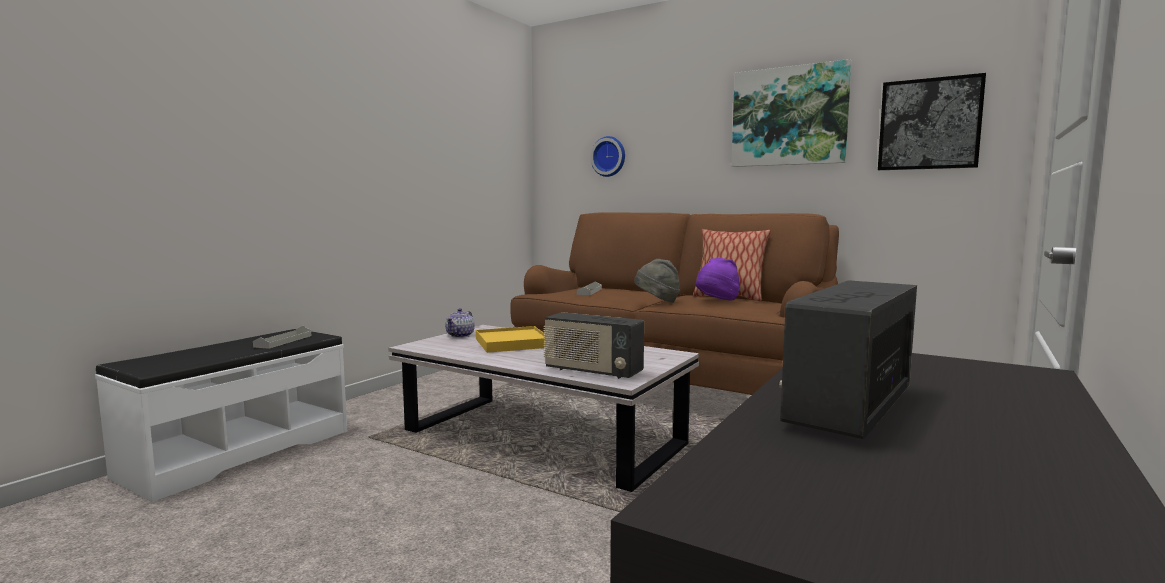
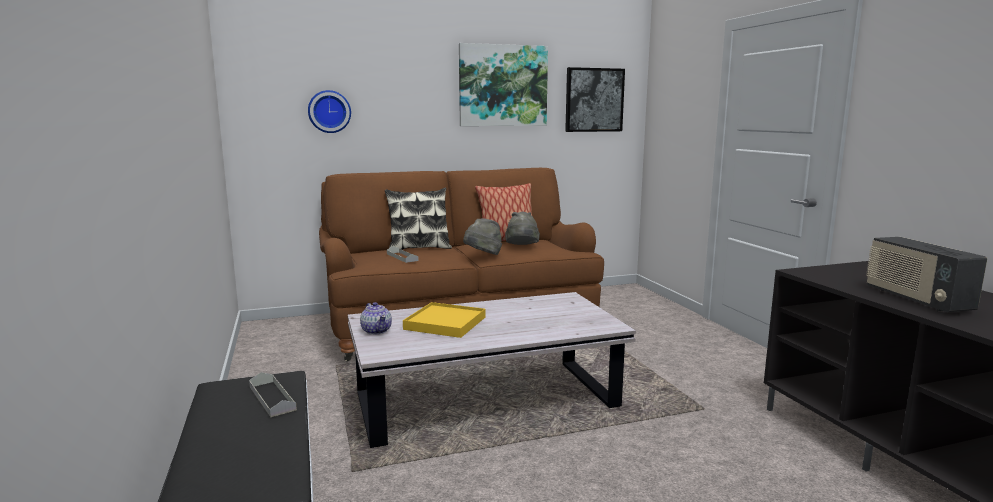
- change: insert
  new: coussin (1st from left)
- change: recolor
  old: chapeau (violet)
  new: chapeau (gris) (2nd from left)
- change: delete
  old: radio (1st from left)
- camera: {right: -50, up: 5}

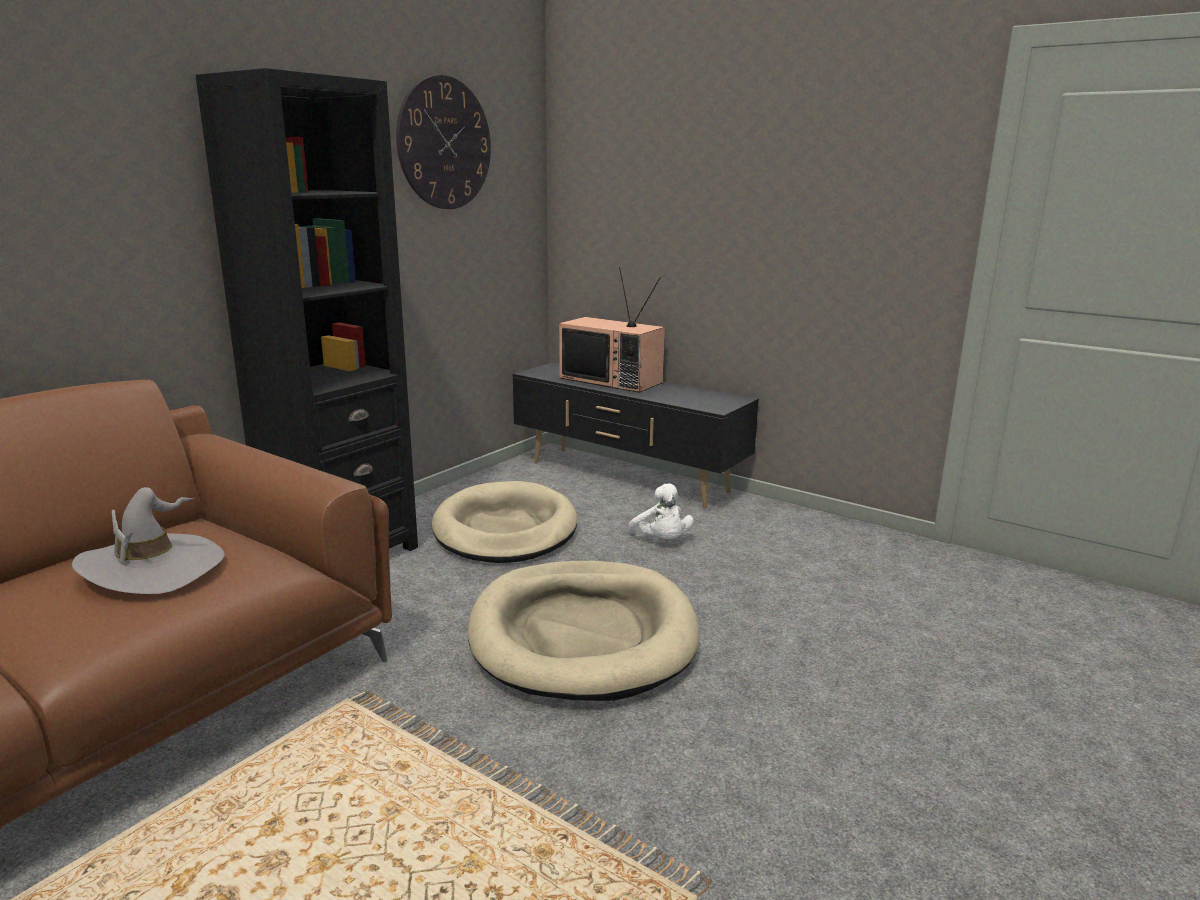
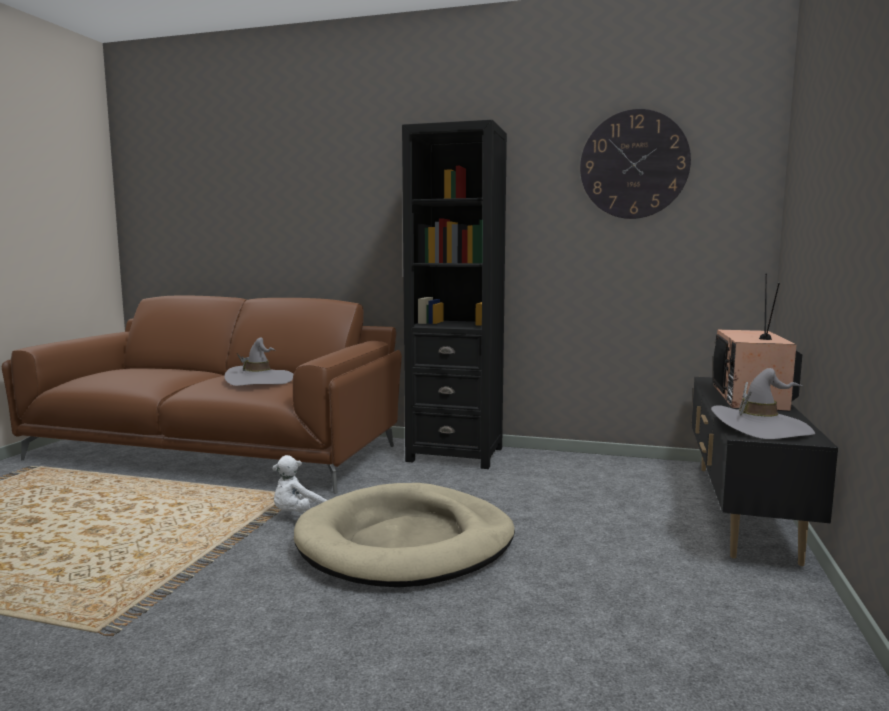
- change: move
  old: peluche (blanc)
- change: insert
  new: chapeau (gris) (2nd from left)
- change: delete
  old: panier pour chien (beige) (1st from left)
- camera: {right: 70, up: -10}

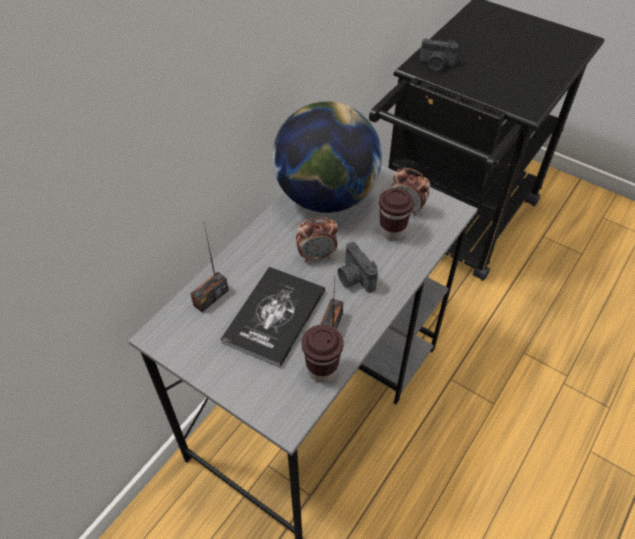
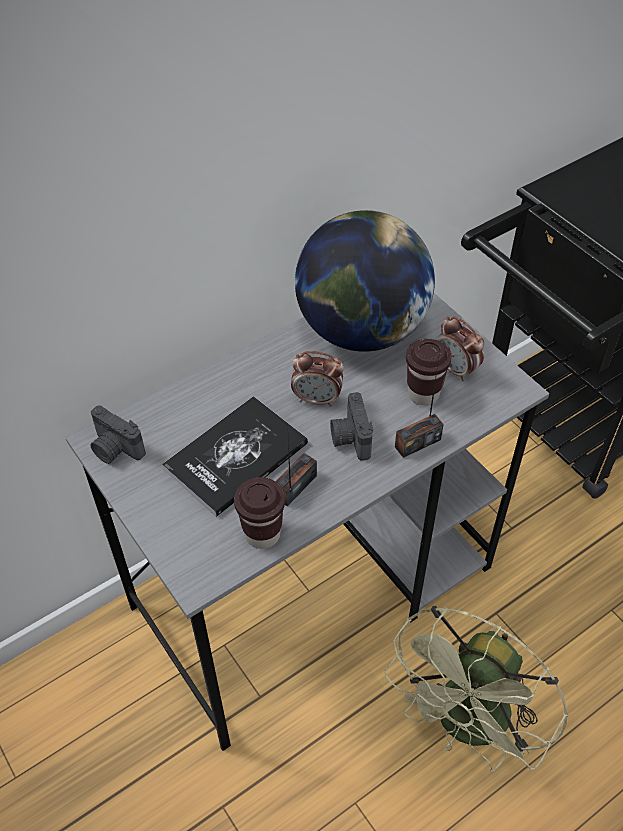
- change: move
  old: appareil photo (2nd from left in the first image)
  new: appareil photo (1st from left)
- change: insert
  new: ventilateur (vert)
- change: move
  old: radio (1st from left in the first image)
  new: radio (2nd from left)
- camera: {right: 20, up: 0}

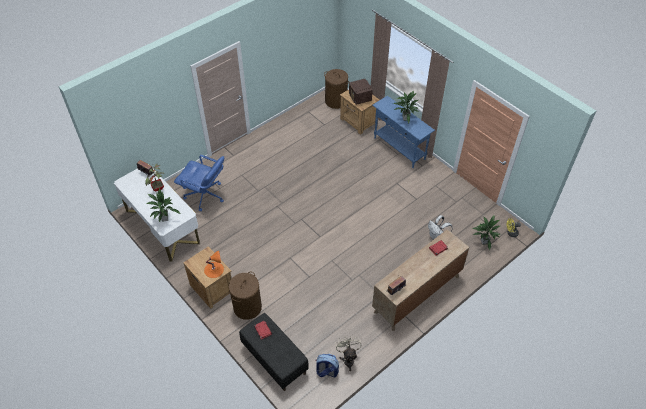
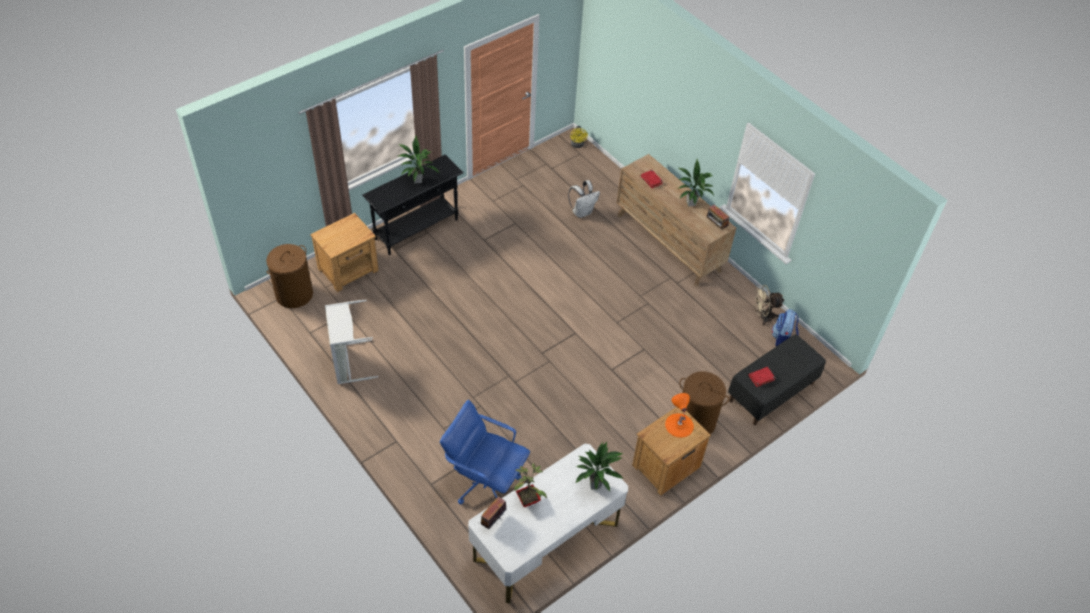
- change: insert
  new: panier à linge (gris)
- change: recolor
  old: table console (bleu)
  new: table console (noir)
- change: rotate
  old: chaise de bureau (bleu)
  degrees: -90
- change: move
  old: plante en pot (4th from left)
- change: delete
  old: radio (2nd from left)
- camera: {right: -90, up: 0}

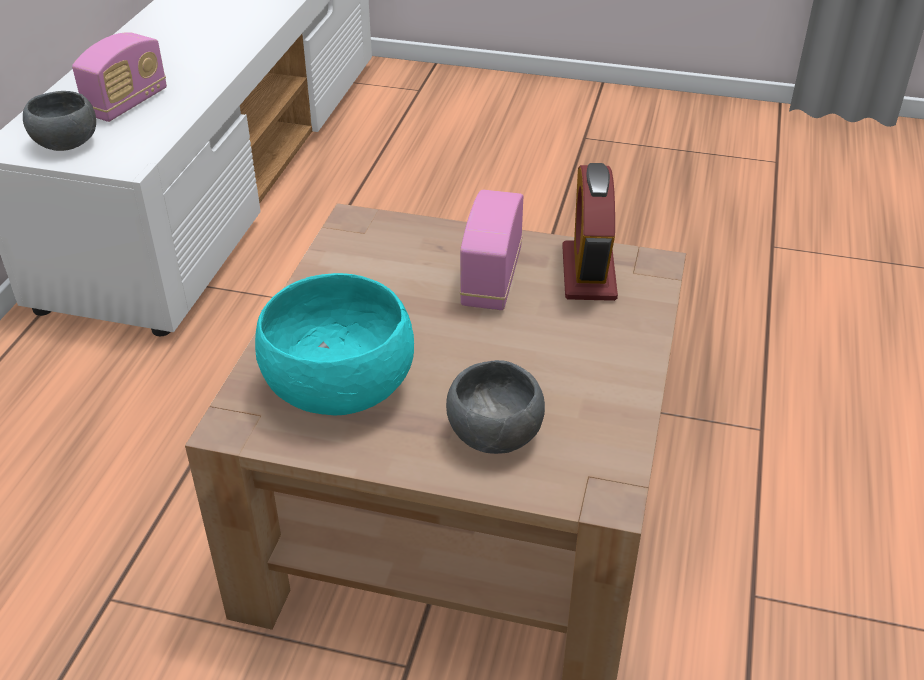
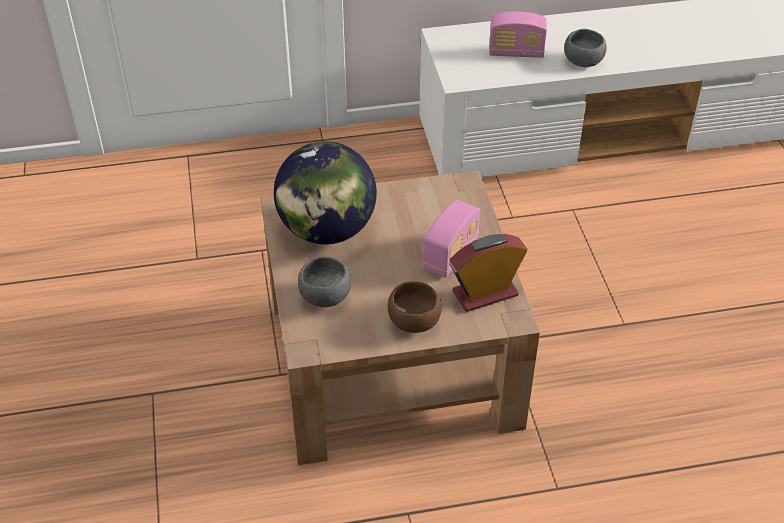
- change: replace
  old: bol (turquoise)
  new: globe
- change: insert
  new: bol (marron)
- change: rotate
  old: radio (2nd from left in the first image)
  degrees: 135
- change: move
  old: bol (gris) (1st from left in the first image)
  new: bol (gris) (2nd from left)
- camera: {right: 65, up: 5}

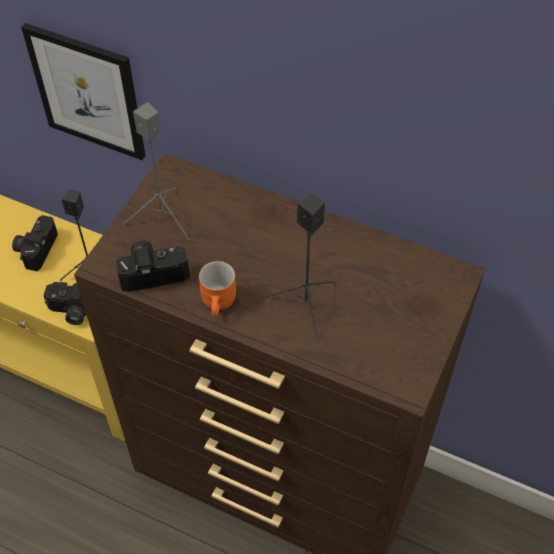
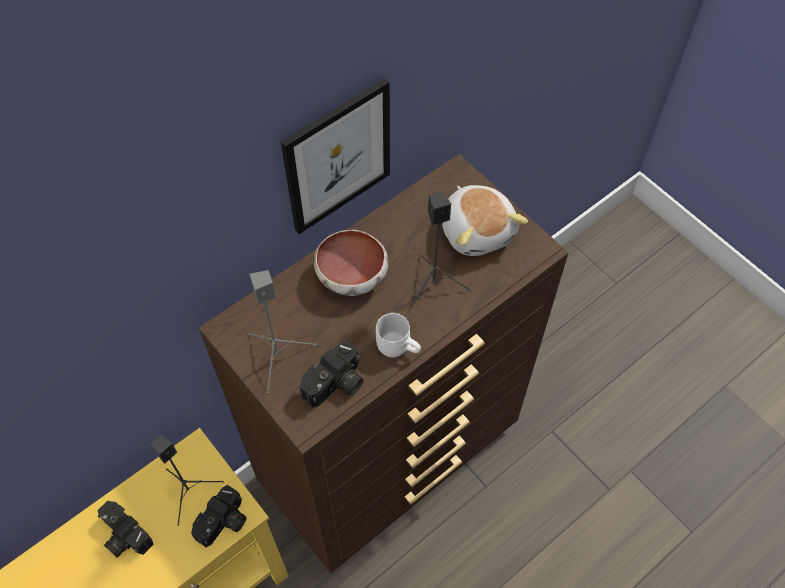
- change: move
  old: tableau
- change: rotate
  old: appareil photo (3rd from left)
  degrees: -150
- change: insert
  new: bol
- change: recolor
  old: mug (orange)
  new: mug (blanc)
- change: insert
  new: peluche
- camera: {right: -65, up: 5}

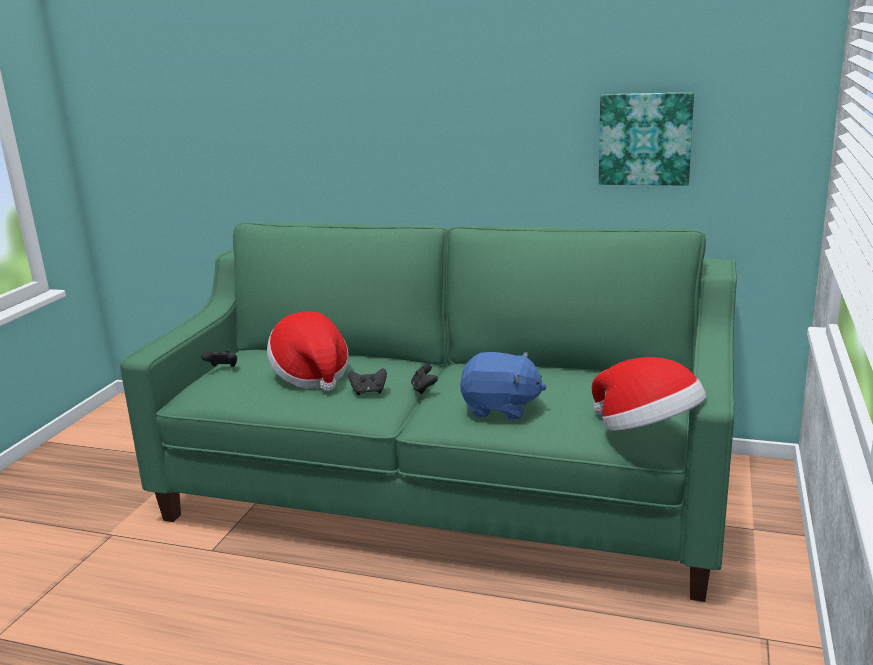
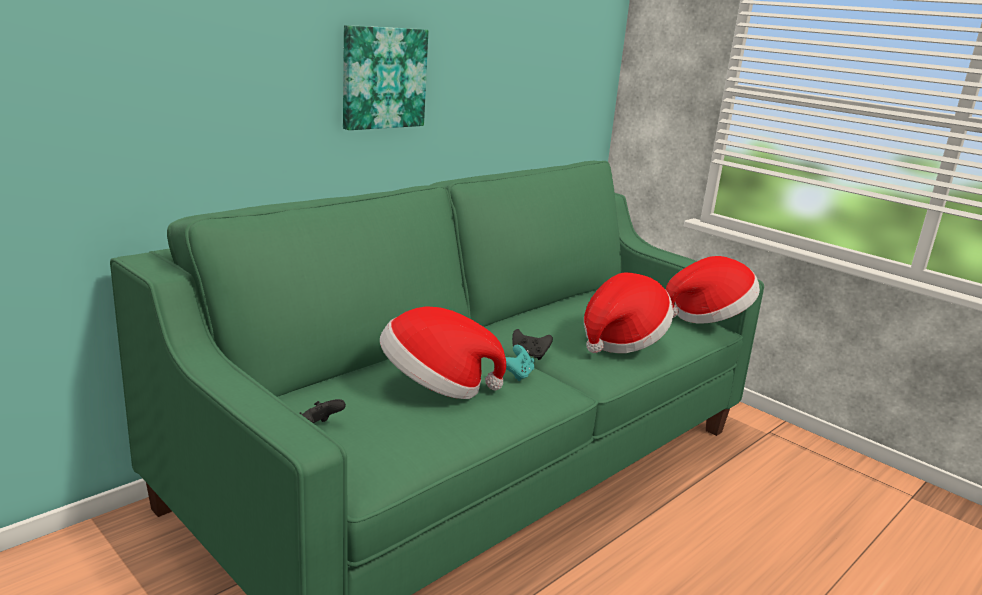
- change: move
  old: tableau
- change: recolor
  old: manette (noir) (2nd from left)
  new: manette (turquoise)
- change: replace
  old: peluche (bleu)
  new: chapeau (2nd from left)
- camera: {right: -65, up: 0}

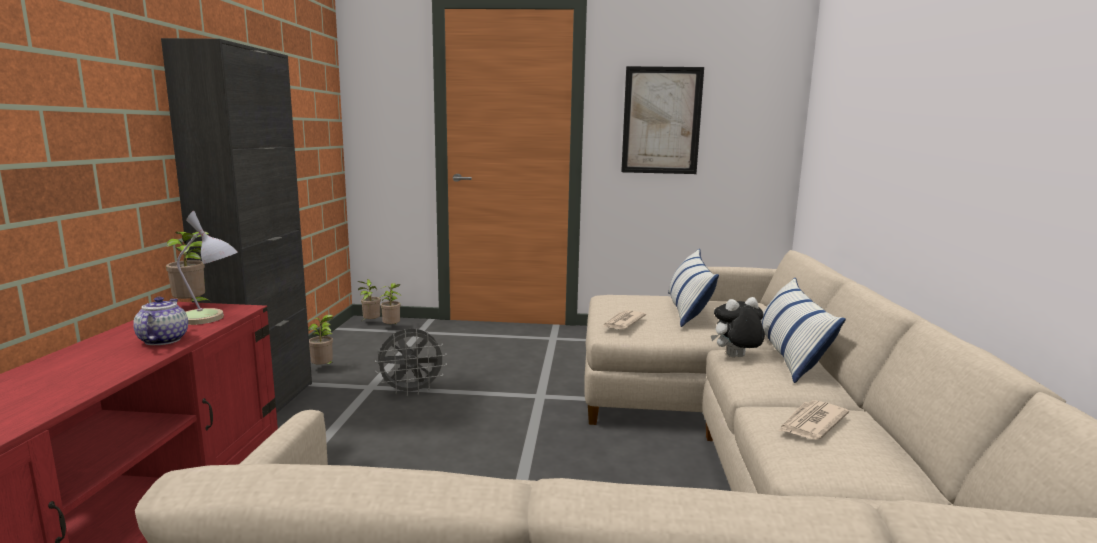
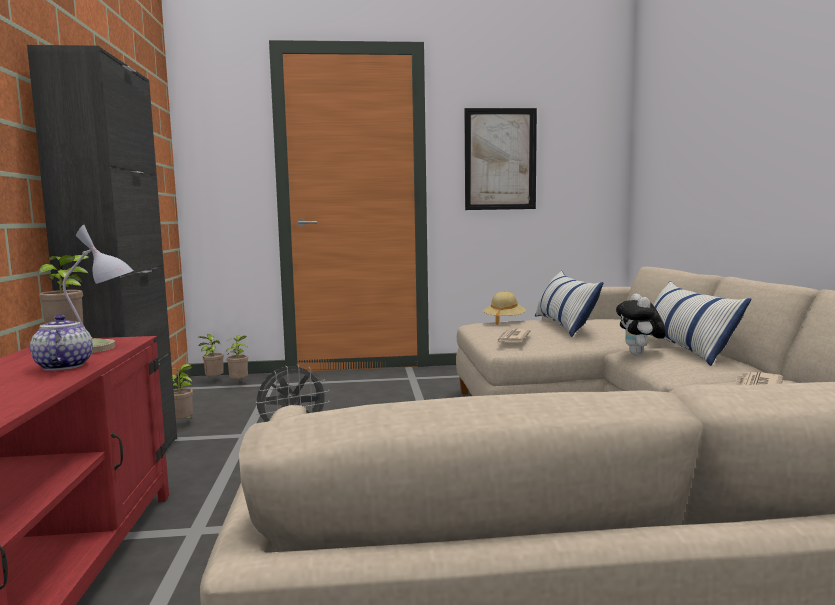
- change: insert
  new: chapeau (beige)
- change: rotate
  old: peluche
  degrees: -60
- camera: {right: -10, up: -5}

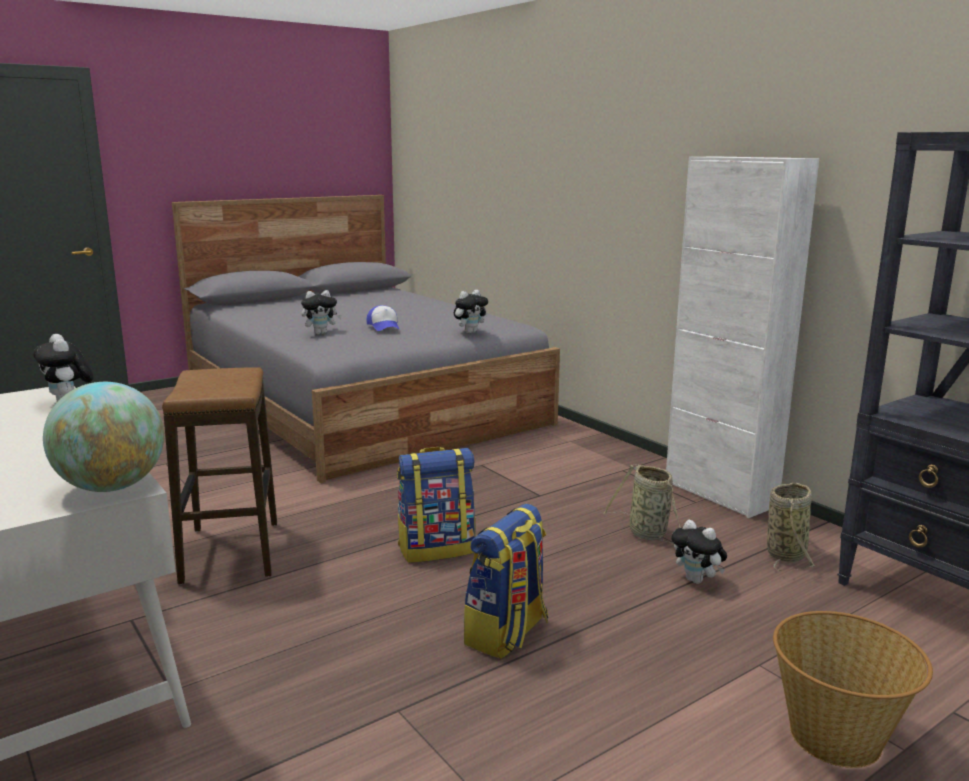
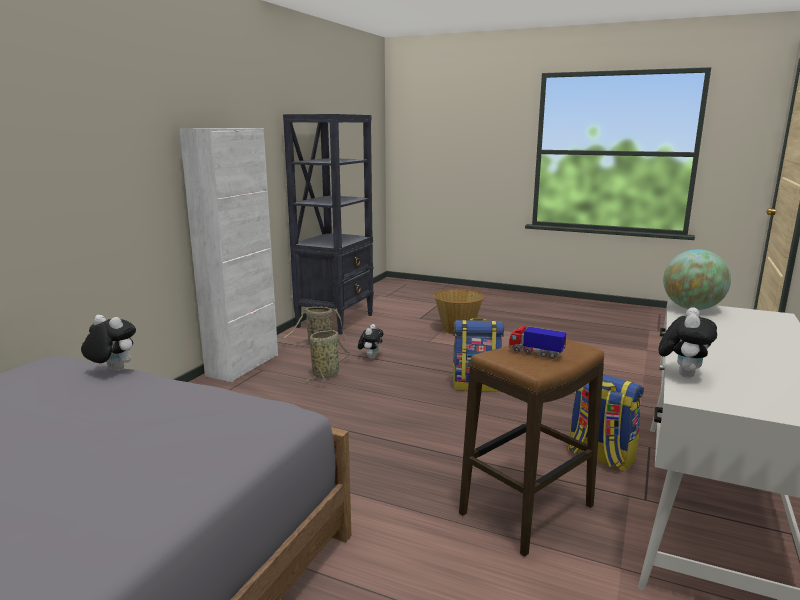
- change: insert
  new: camion jouet
- change: move
  old: sac à dos (1st from left in the first image)
  new: sac à dos (2nd from left)
- change: delete
  old: peluche (2nd from left)
- change: delete
  old: casquette
- camera: {right: -120, up: 0}

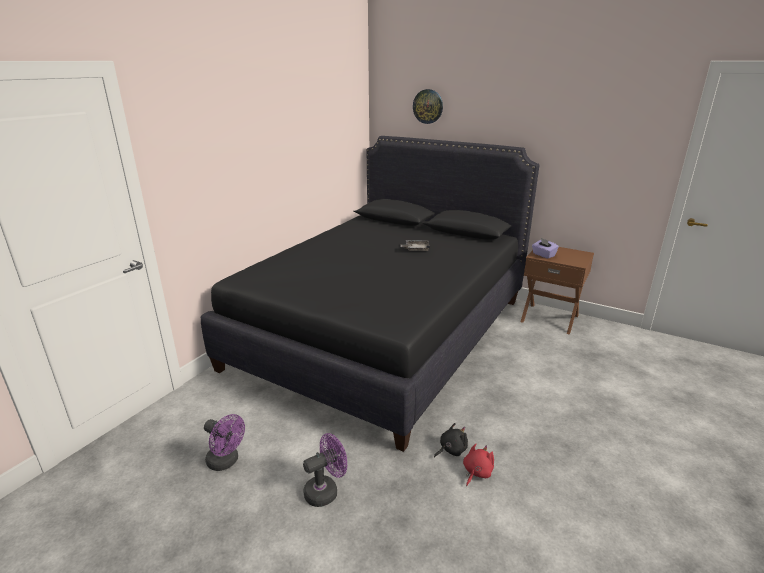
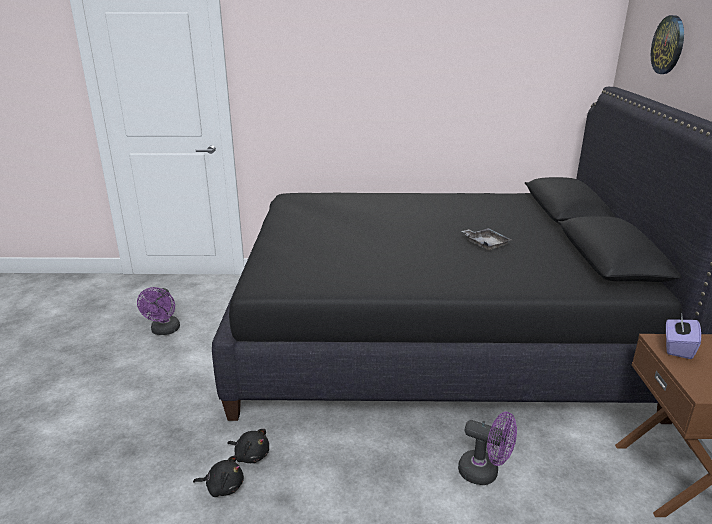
- change: recolor
  old: peluche (rouge)
  new: peluche (noir) (1st from left)
- change: move
  old: ventilateur (violet) (2nd from left)
- camera: {right: 60, up: 0}

